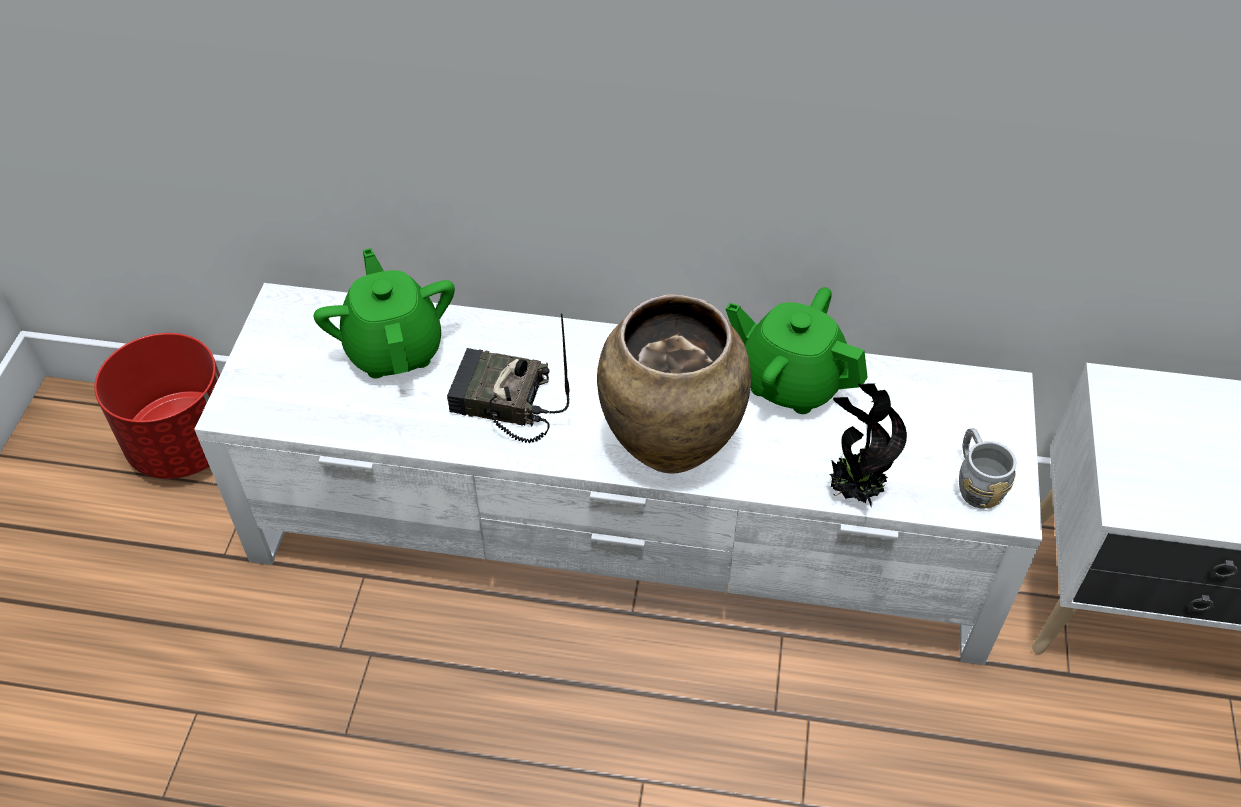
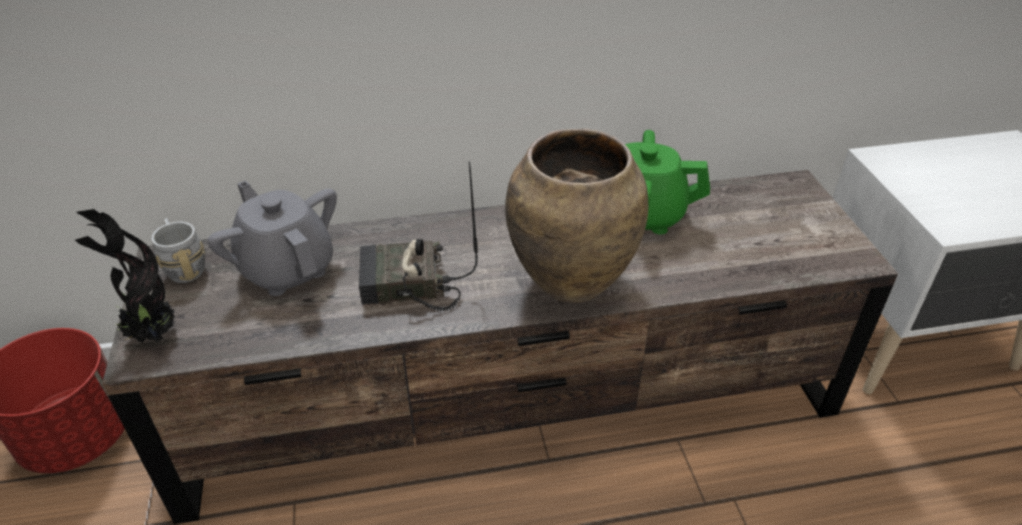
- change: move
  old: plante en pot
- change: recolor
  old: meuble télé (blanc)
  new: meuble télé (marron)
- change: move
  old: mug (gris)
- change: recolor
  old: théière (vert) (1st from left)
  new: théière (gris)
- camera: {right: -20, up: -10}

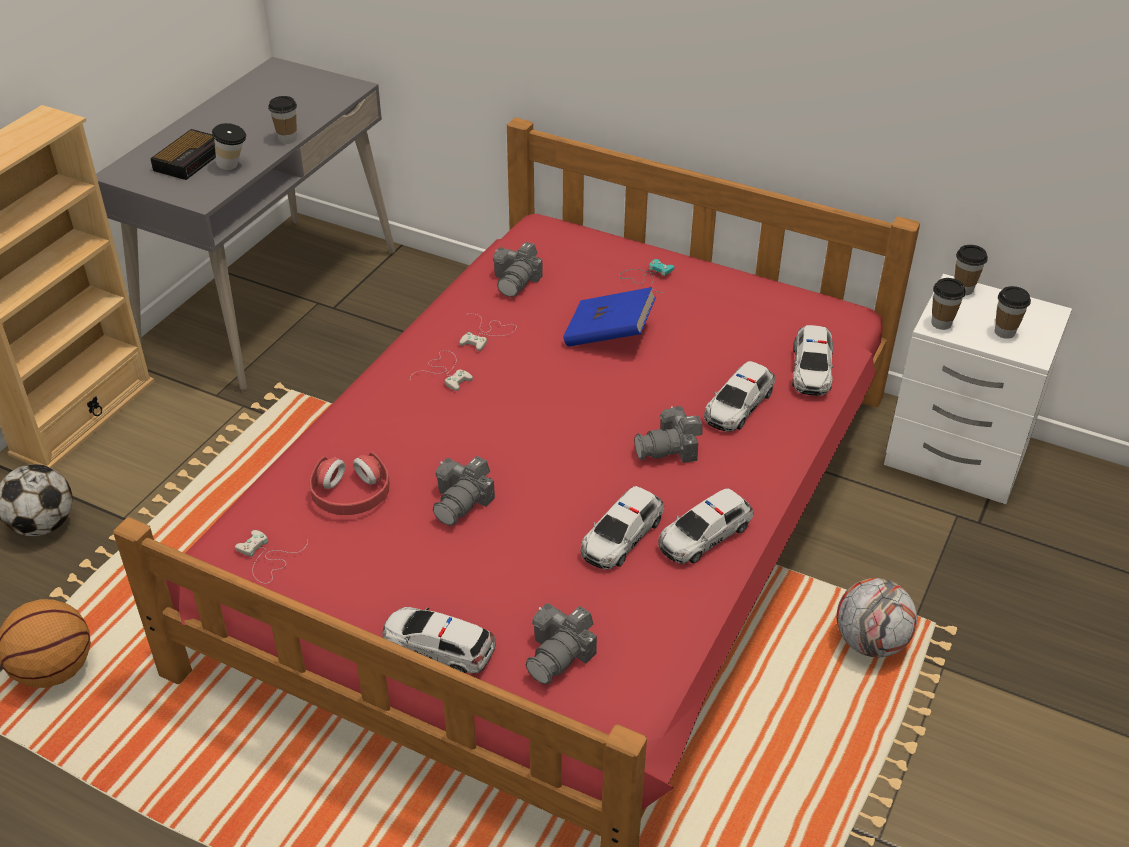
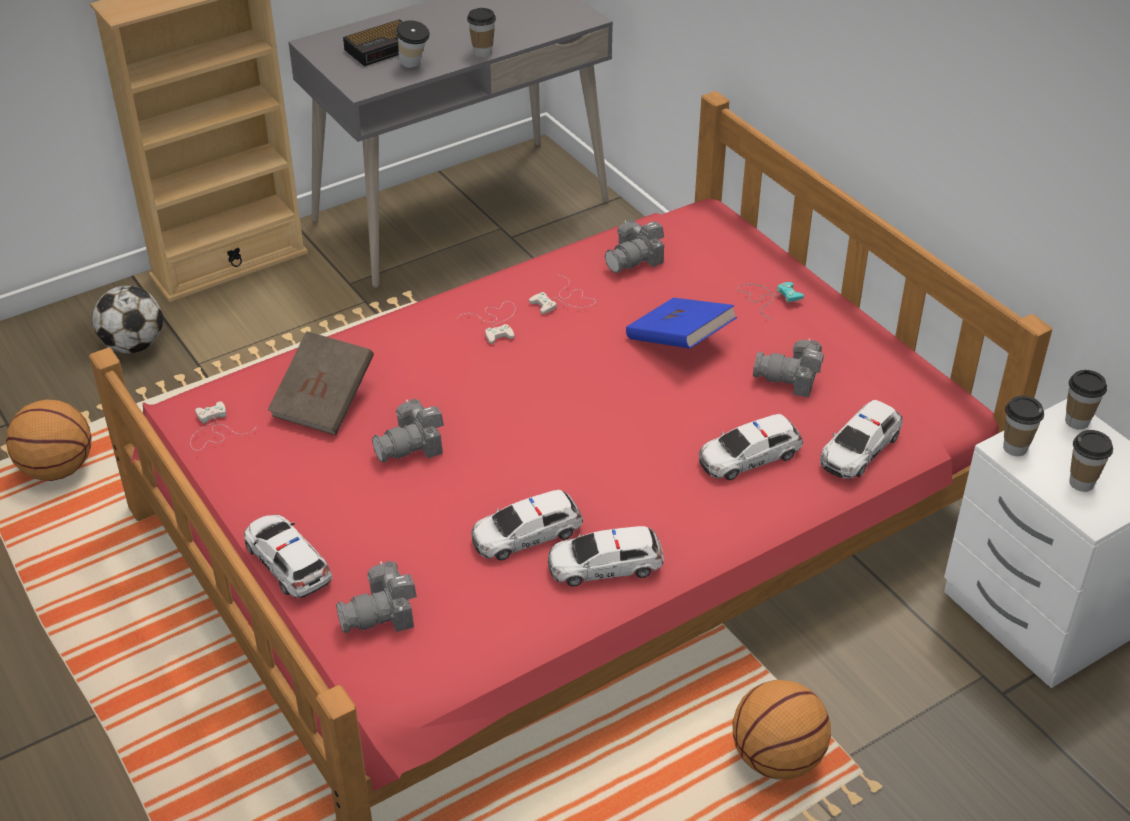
- change: replace
  old: casque audio (rouge)
  new: livre (marron)
- change: replace
  old: ballon de foot (2nd from left)
  new: ballon de basket (2nd from left)
- change: move
  old: appareil photo (4th from left)
- camera: {right: 30, up: 0}

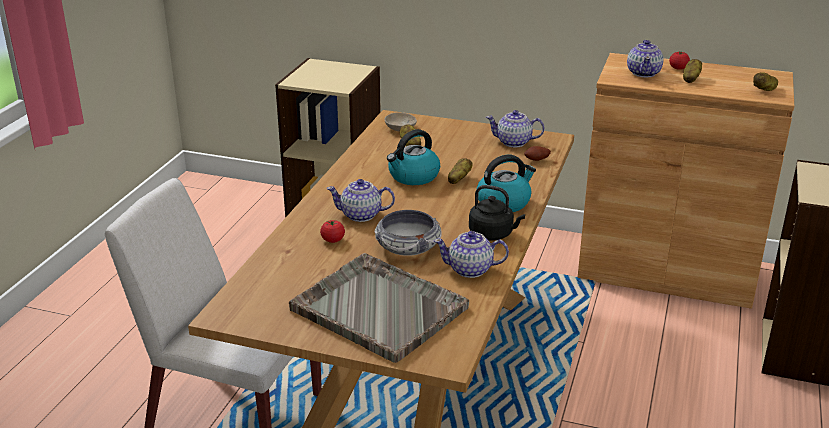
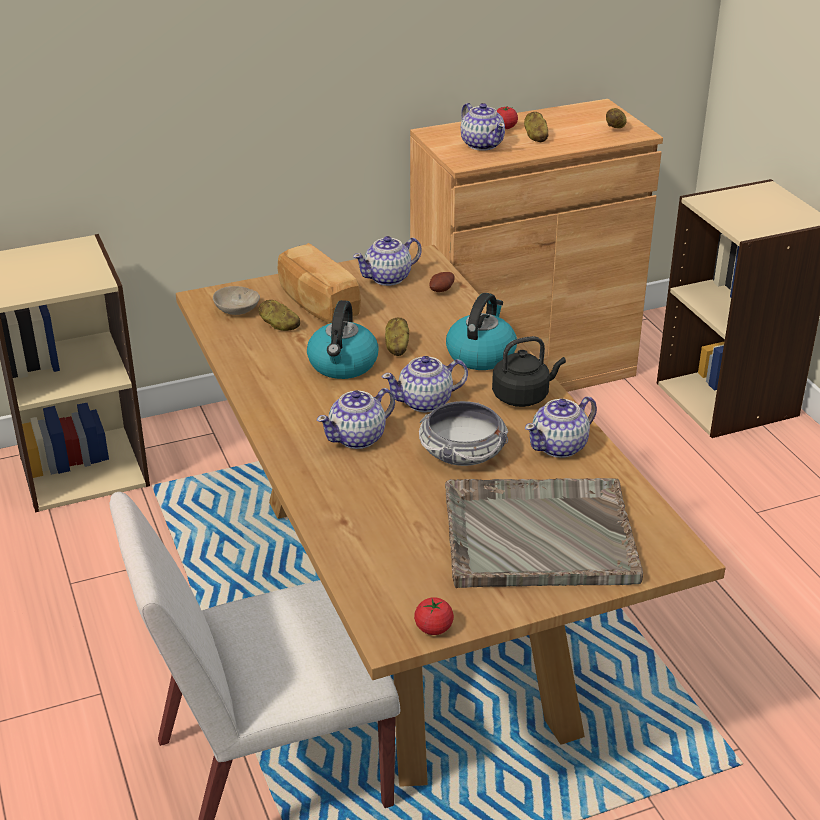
- change: insert
  new: pain
- change: insert
  new: théière (3rd from left)
- change: move
  old: tomate (1st from left)
- camera: {right: -40, up: 5}

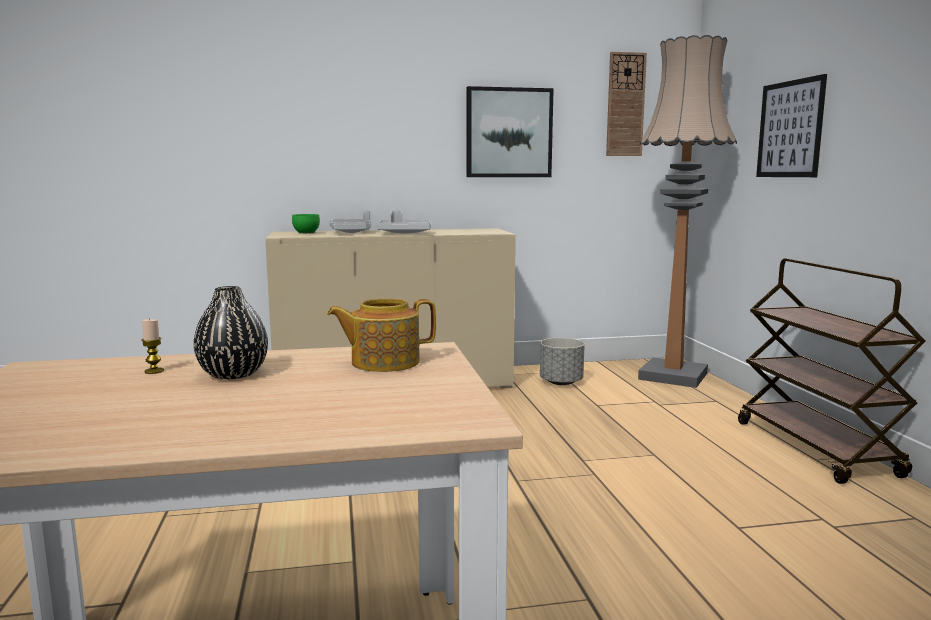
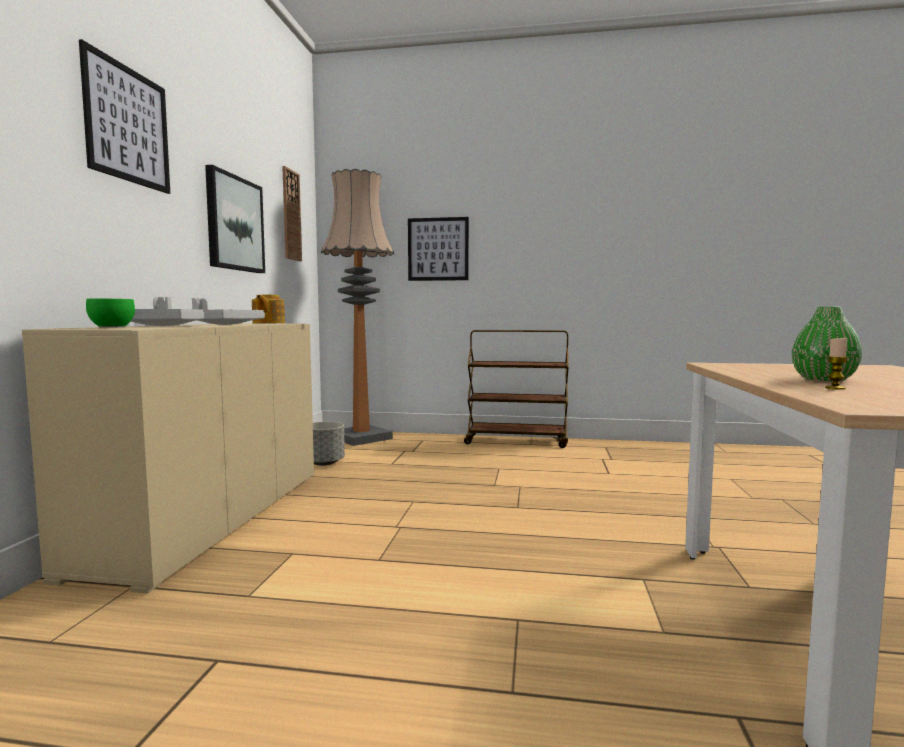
- change: insert
  new: tableau (1st from left)
- change: move
  old: théière
- change: recolor
  old: vase (noir)
  new: vase (vert)
- camera: {right: -70, up: -5}

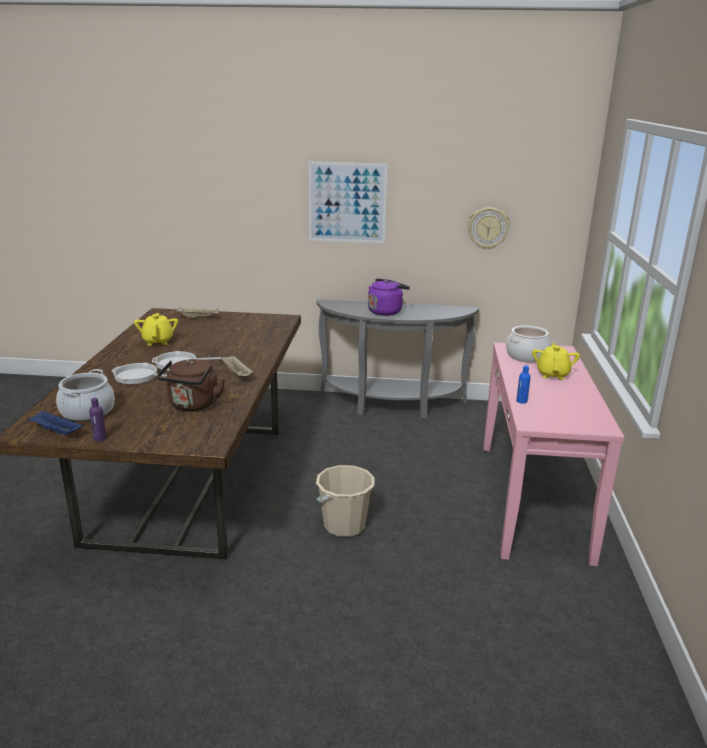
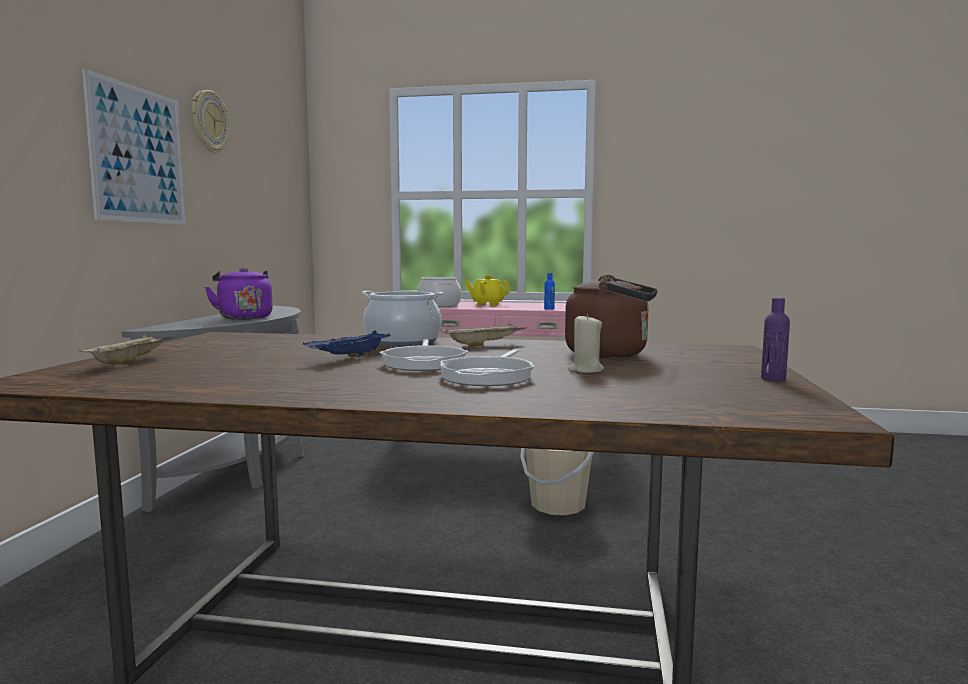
- change: move
  old: horloge murale
- change: move
  old: plateau (bleu)
- change: move
  old: marmite (1st from left)
- change: insert
  new: bougie (beige)
- change: delete
  old: théière (jaune) (1st from left)
- camera: {right: -85, up: -15}

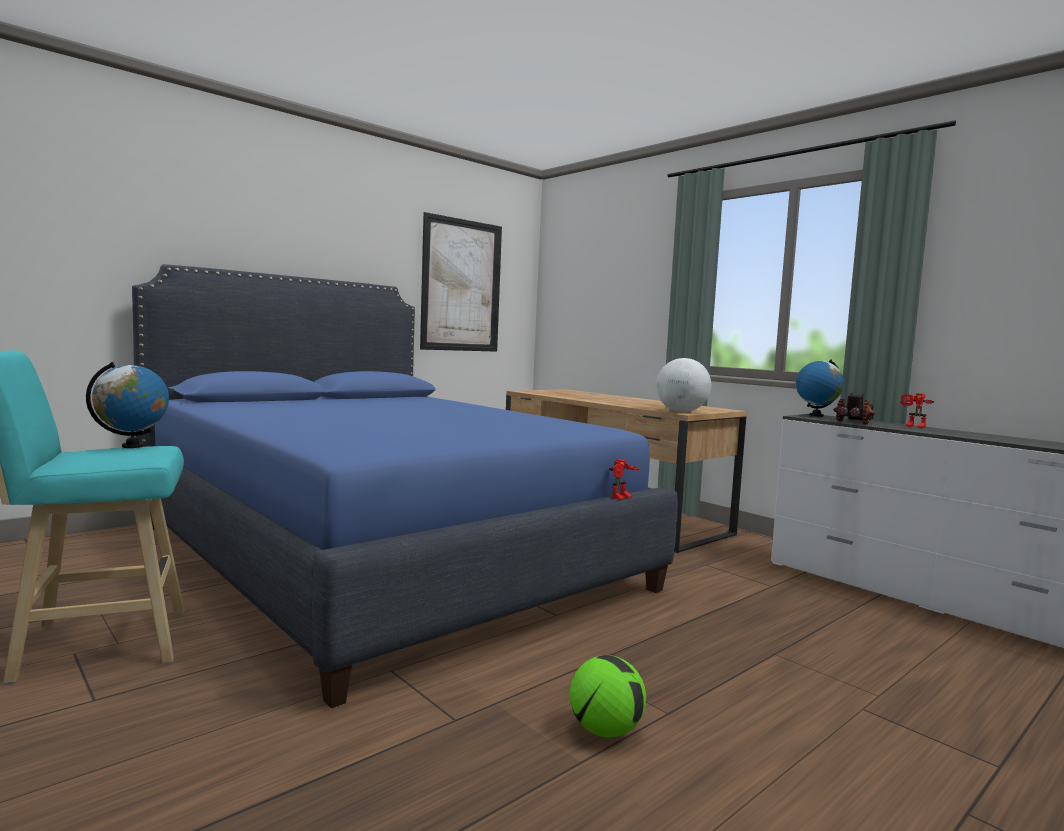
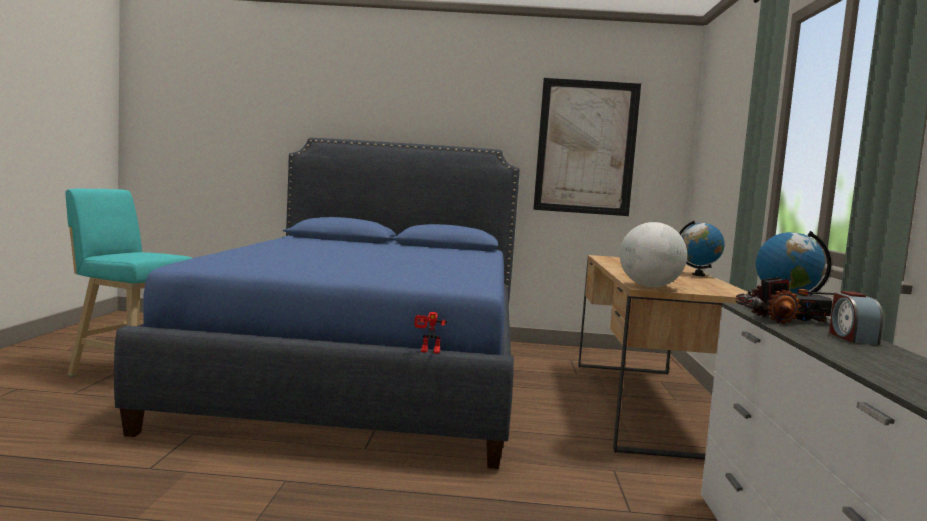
- change: move
  old: globe (1st from left in the first image)
  new: globe (2nd from left)
- change: replace
  old: robot jouet (2nd from left)
  new: réveil
- change: delete
  old: ballon de foot
- camera: {right: 45, up: 0}

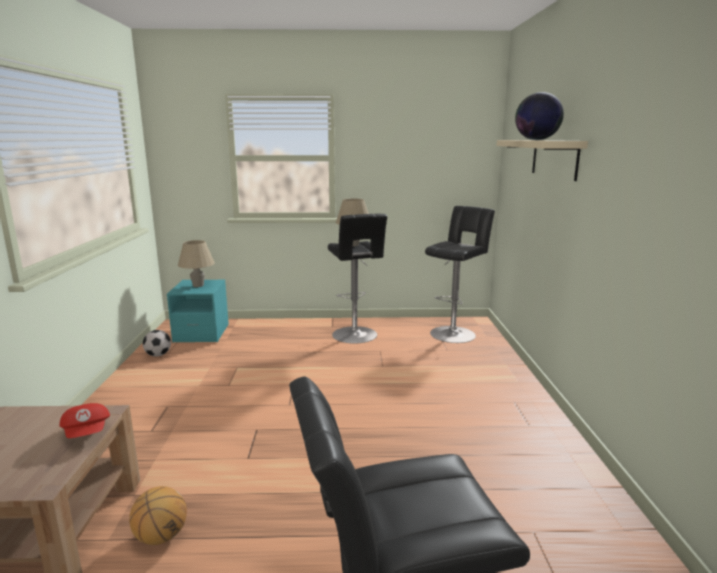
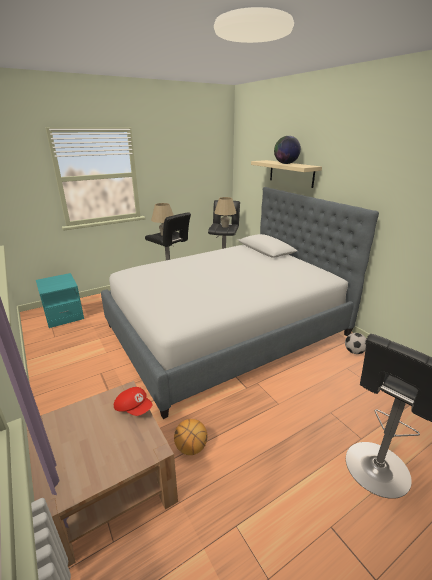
- change: insert
  new: lit
- change: move
  old: lampe de table (beige) (1st from left in the first image)
  new: lampe de table (beige) (2nd from left)
- change: move
  old: ballon de foot
- camera: {right: -30, up: 10}

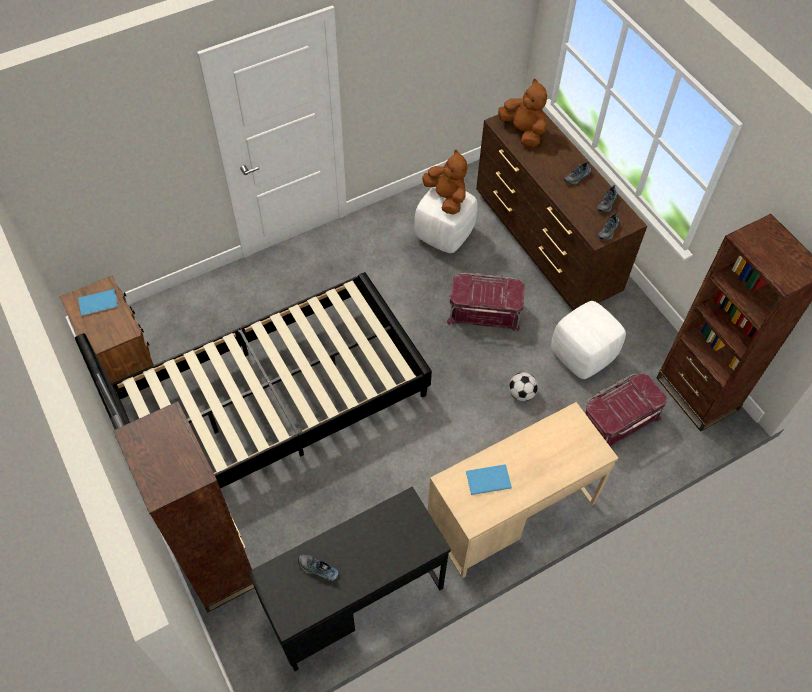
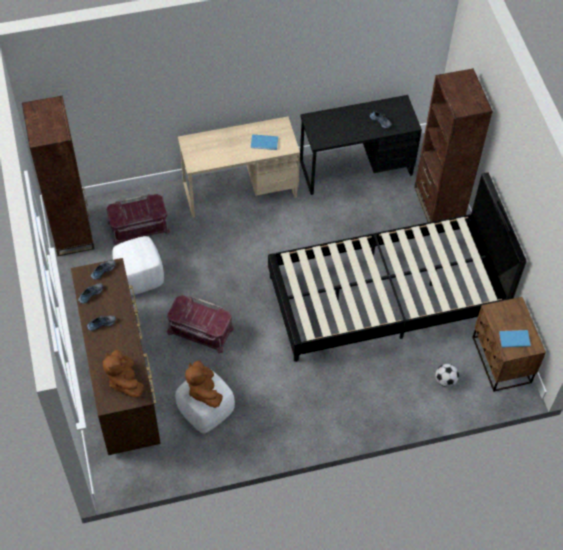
- change: move
  old: ballon de foot
- camera: {right: -165, up: 0}

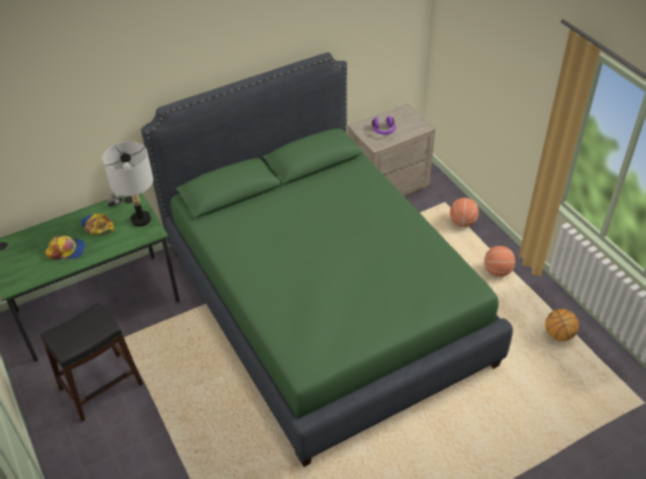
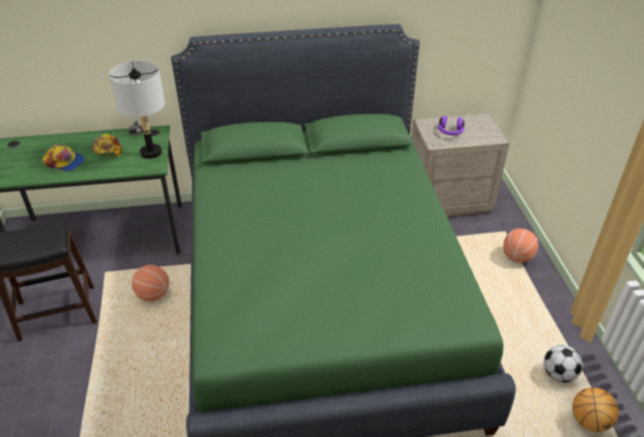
- change: move
  old: ballon de basket (2nd from left in the first image)
  new: ballon de basket (1st from left)
- change: insert
  new: ballon de foot
- camera: {right: 20, up: -5}

